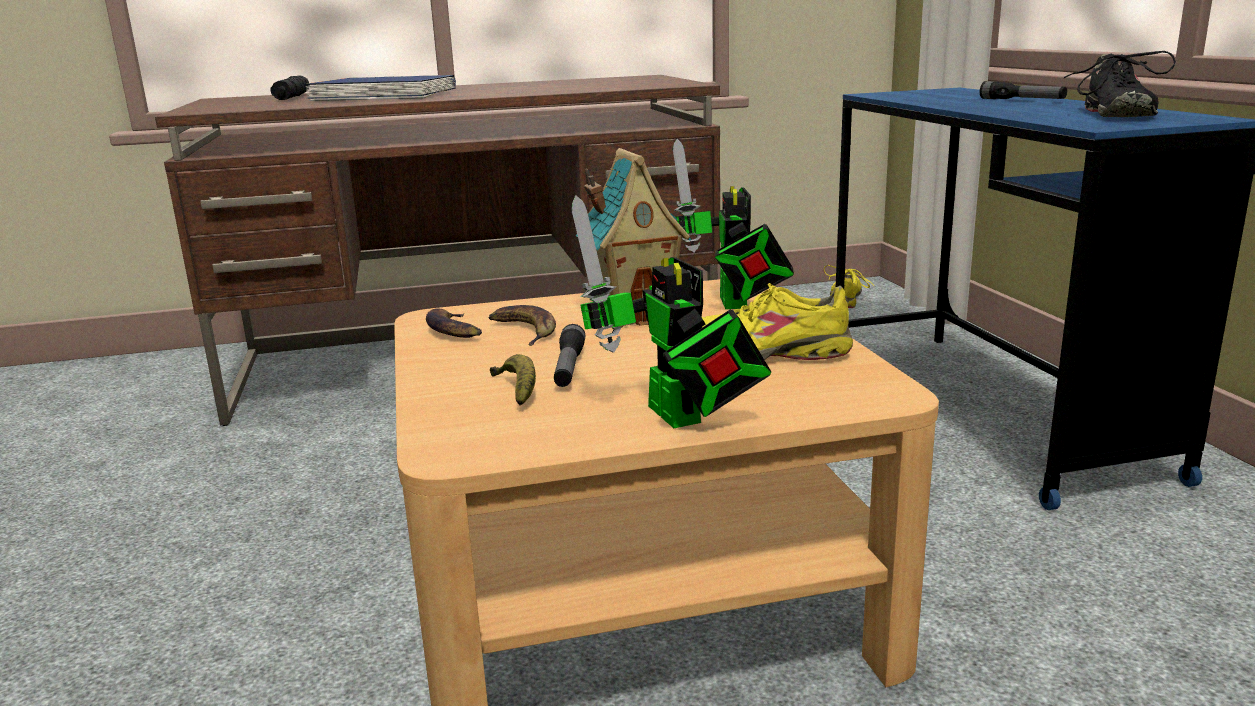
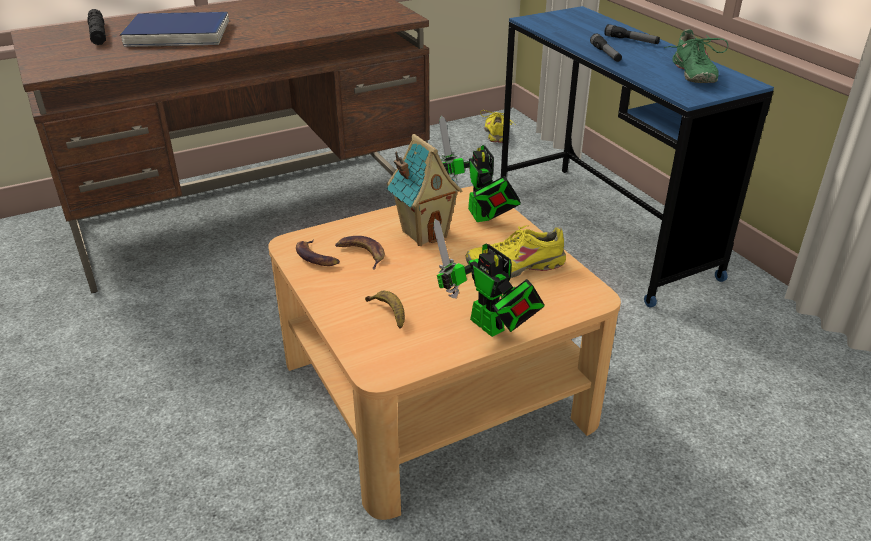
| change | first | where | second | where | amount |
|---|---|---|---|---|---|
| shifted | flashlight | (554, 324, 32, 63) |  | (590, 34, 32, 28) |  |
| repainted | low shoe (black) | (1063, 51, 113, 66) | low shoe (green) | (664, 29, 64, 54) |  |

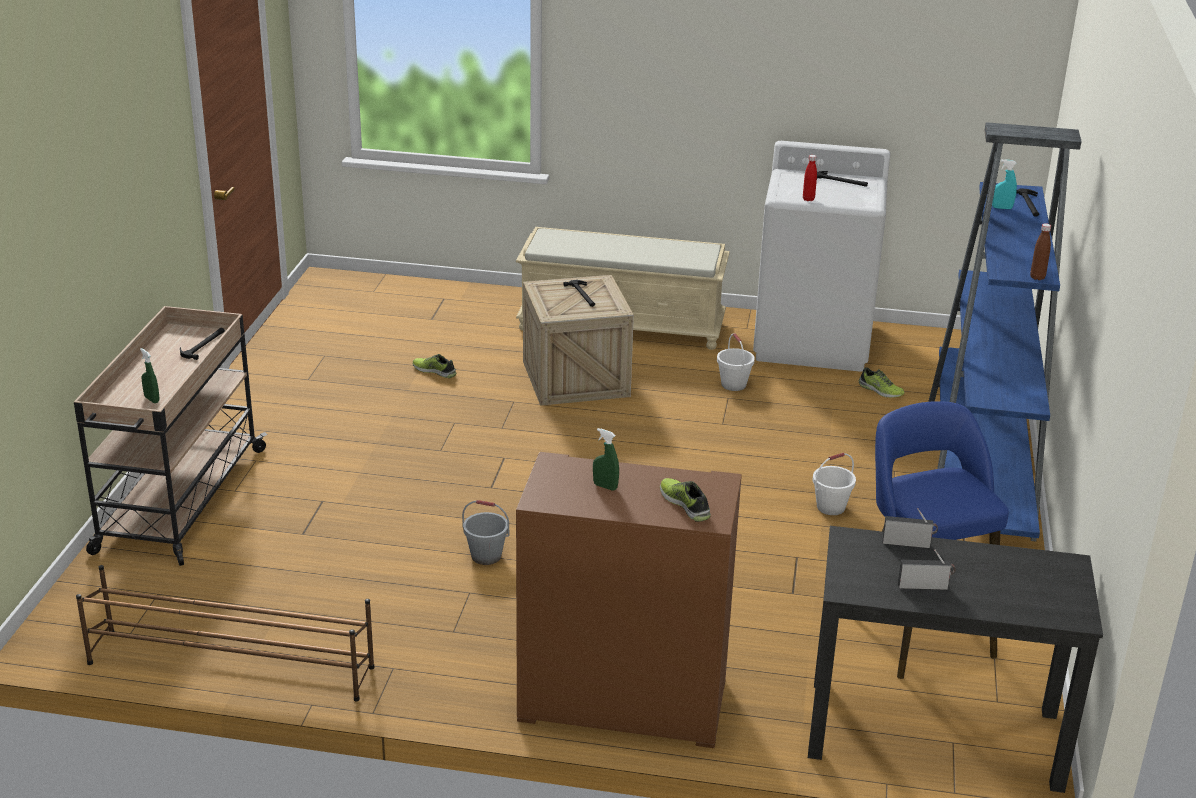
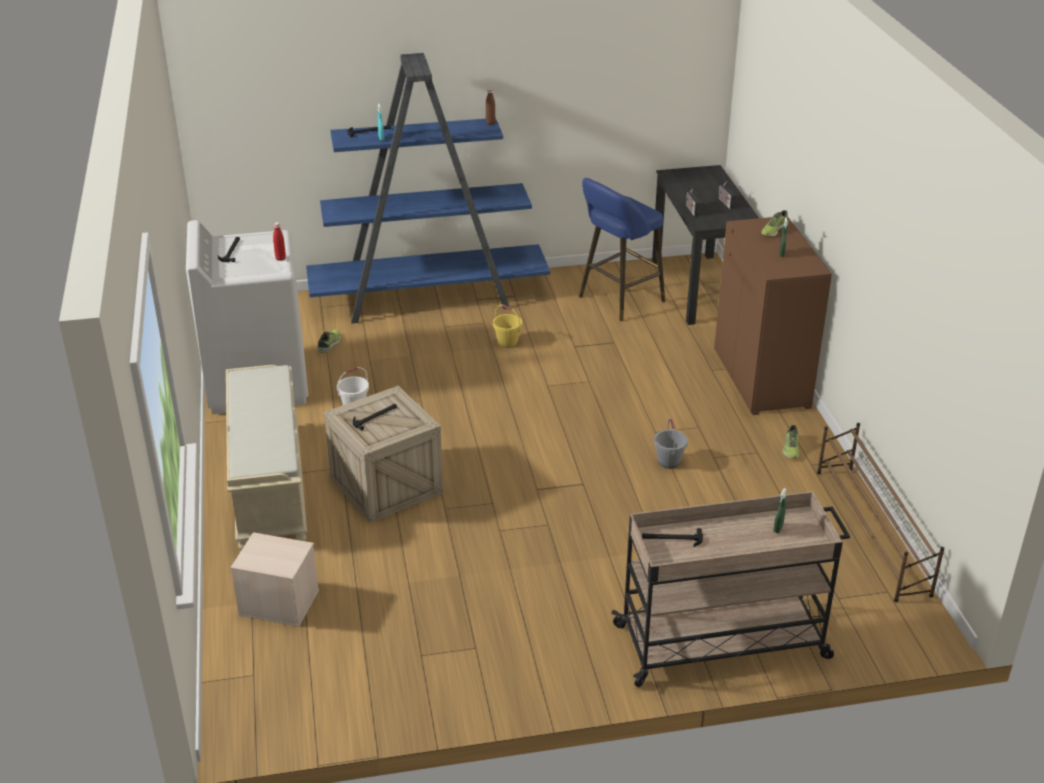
| change | first | where | second | where | amount |
|---|---|---|---|---|---|
| new |  |  | storage box (sand-coloured) | (230, 532, 89, 95) |  |
| repainted | bucket (white) | (813, 453, 43, 62) | bucket (yellow-coloured) | (493, 304, 29, 44) |  |
| shifted | low shoe | (413, 354, 43, 24) |  | (782, 425, 17, 34) |  |

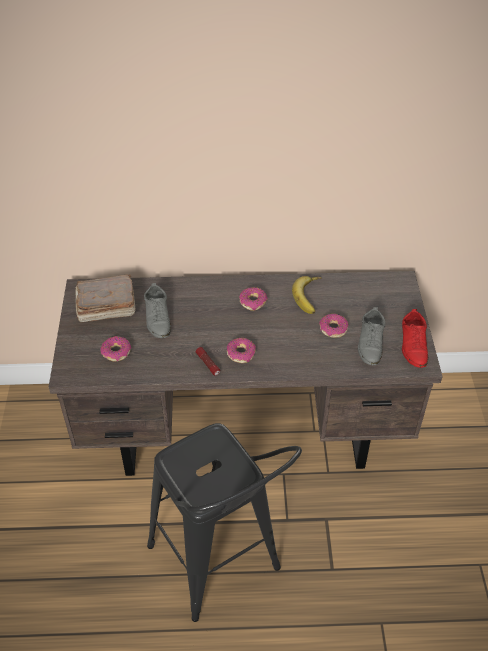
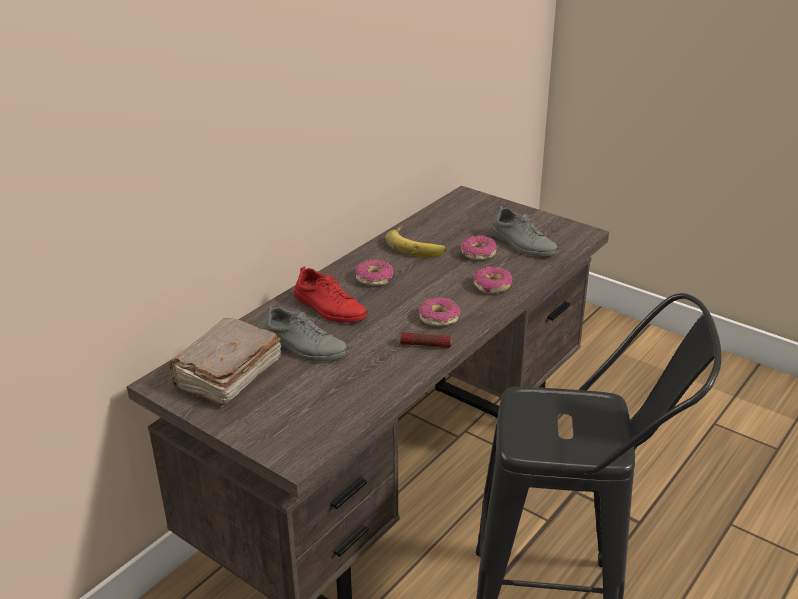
| change | first | where | second | where | amount |
|---|---|---|---|---|---|
| shifted | low shoe (red) | (402, 309, 26, 59) |  | (294, 266, 74, 57) |  |
| shifted | doughnut | (100, 336, 31, 25) |  | (473, 266, 39, 28) |  |

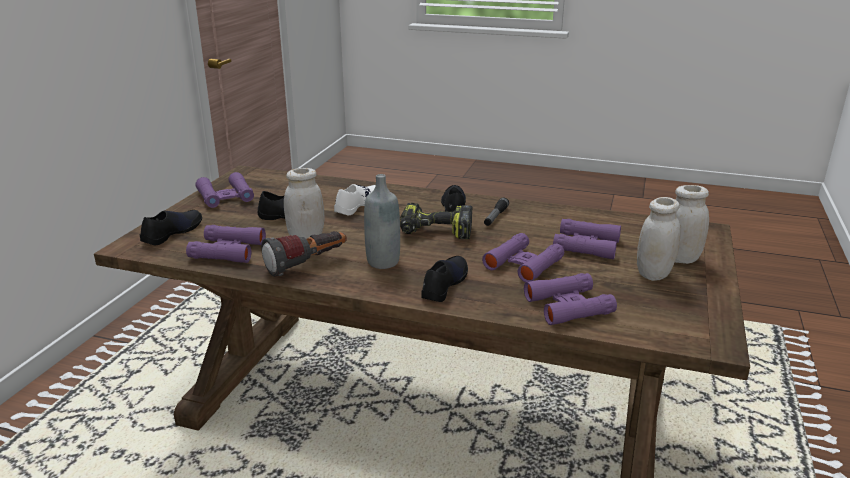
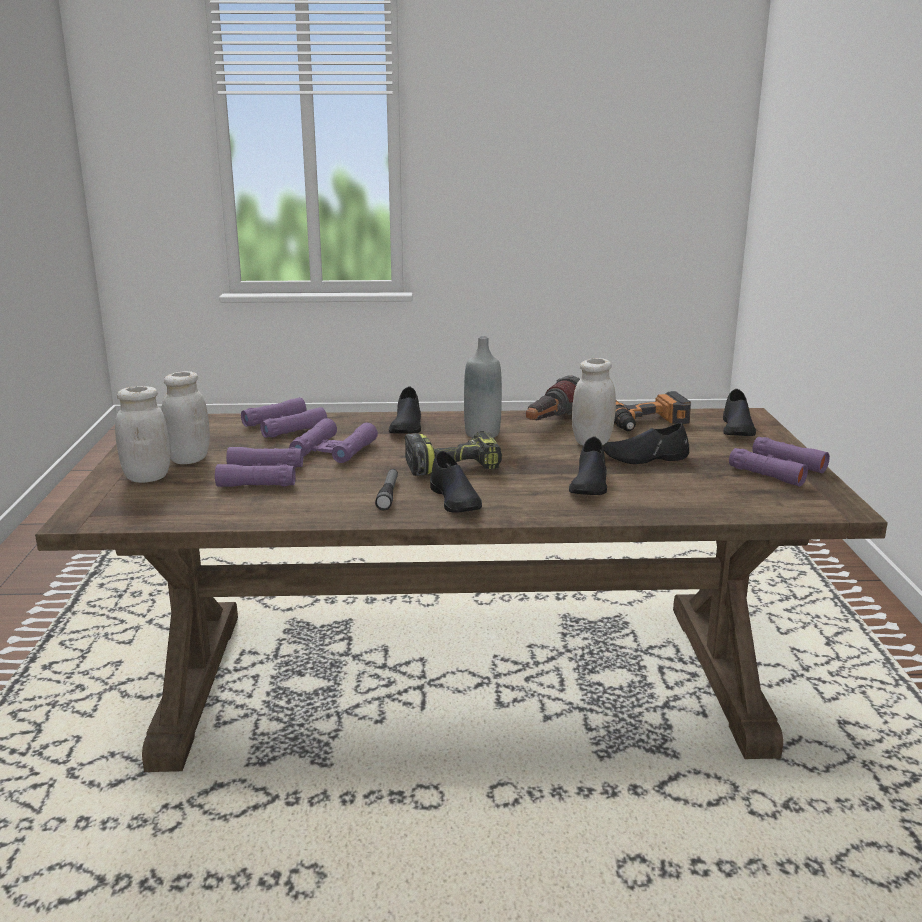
| change | first | where | second | where | amount |
|---|---|---|---|---|---|
| repainted | low shoe (white) | (334, 184, 42, 31) | low shoe (black) | (569, 436, 38, 59) |  |
| swapped | field glasses (purplish) | (186, 225, 80, 38) | power drill | (614, 391, 77, 40) |  |

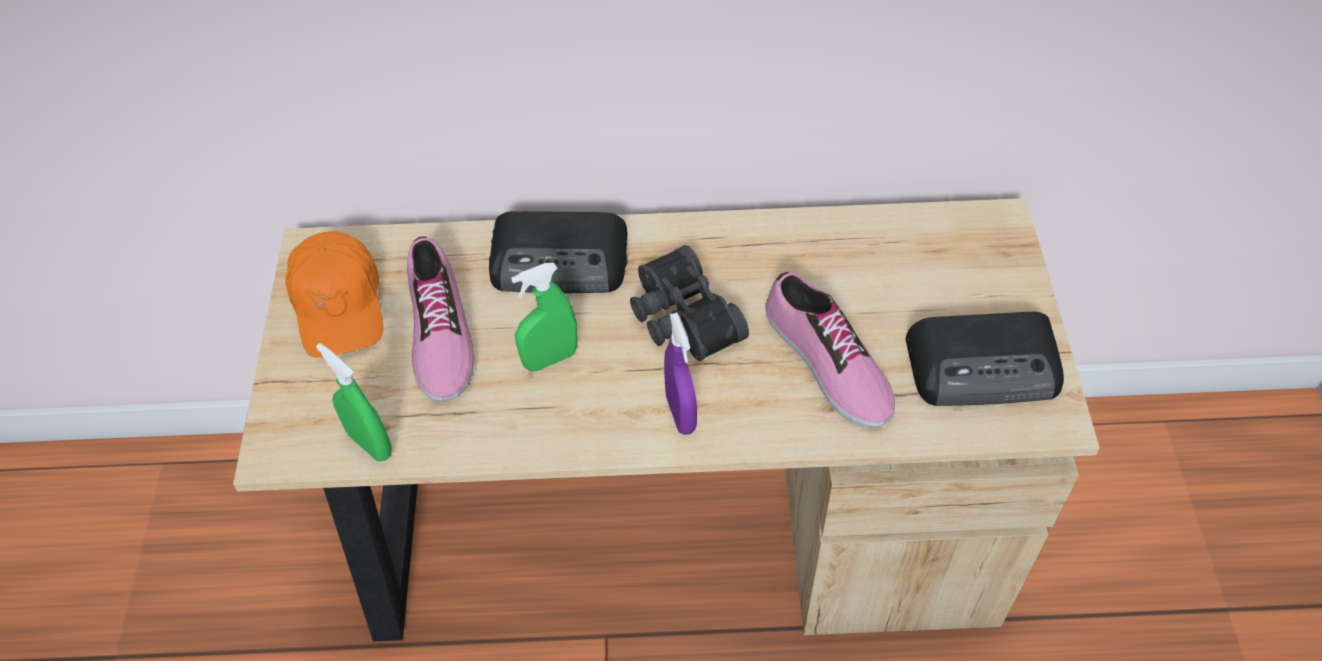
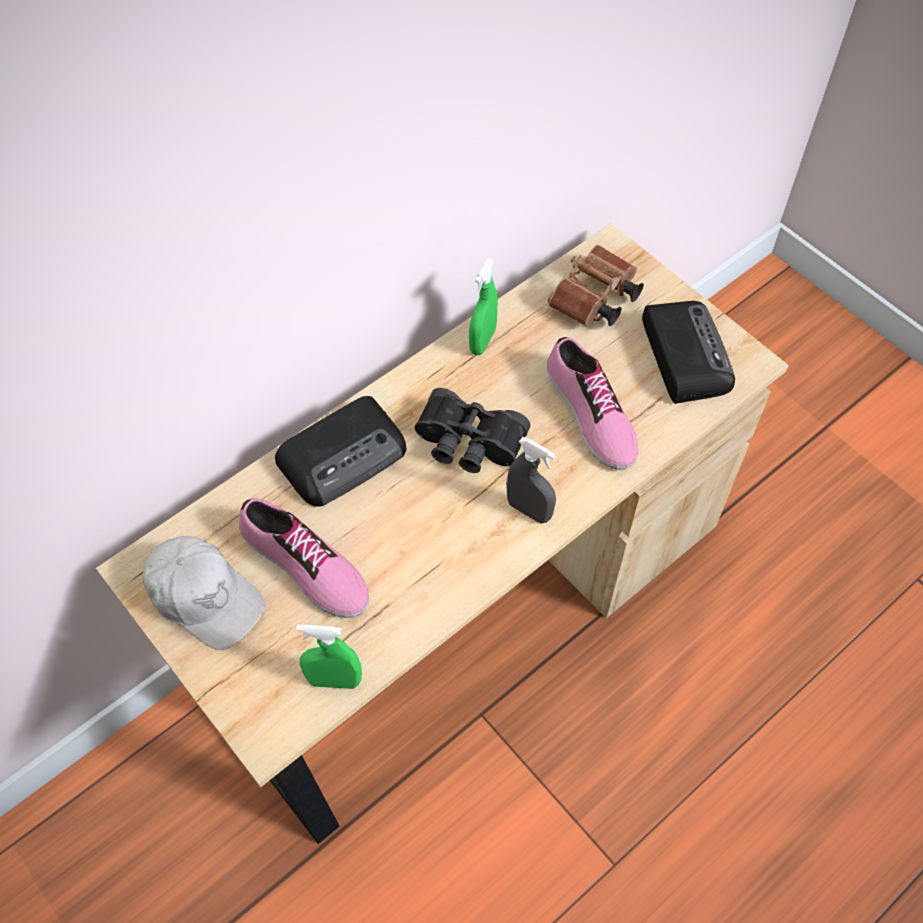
| change | first | where | second | where | amount |
|---|---|---|---|---|---|
| repainted | baseball cap (orangey) | (285, 231, 98, 127) | baseball cap (white) | (142, 536, 124, 114) |  |
| shifted | spray bottle (green) | (511, 263, 67, 108) |  | (469, 258, 29, 97) |  |
| repainted | spray bottle (purplish) | (664, 312, 33, 123) | spray bottle (grey) | (506, 437, 50, 87) |  |
| rotated | low shoe | (765, 272, 130, 156) |  | (547, 337, 92, 133) | 45 degrees clockwise |
| new |  |  | field glasses (brown-coloured) | (548, 245, 96, 82) |  |
| rotated | radio | (906, 312, 158, 94) |  | (642, 301, 93, 103) | 60 degrees counterclockwise |

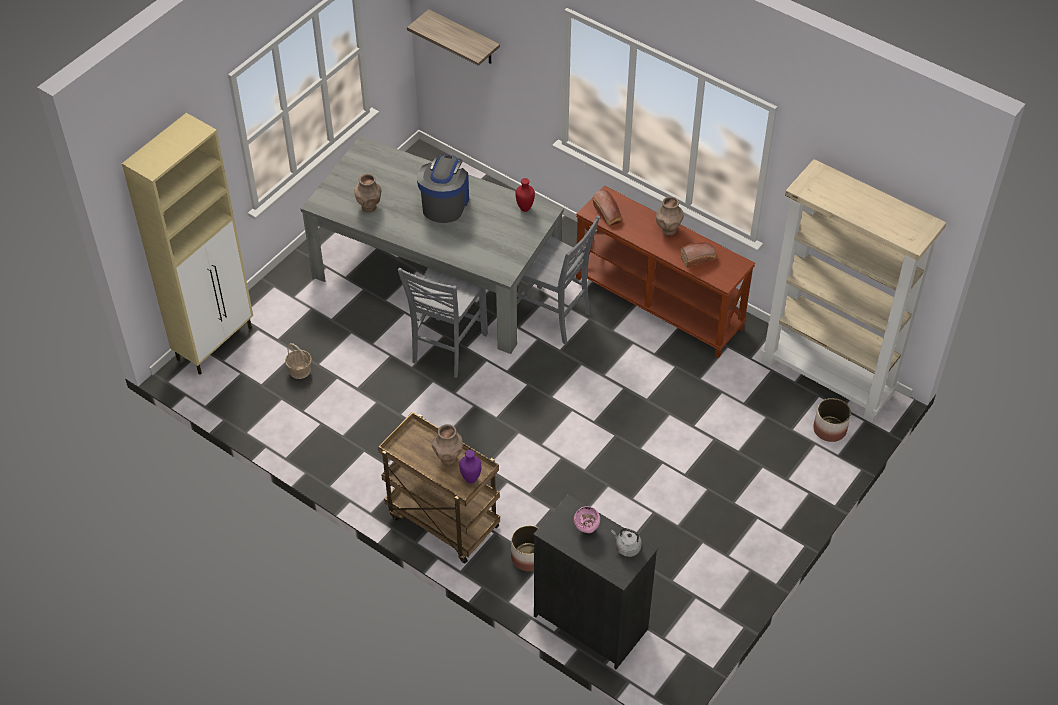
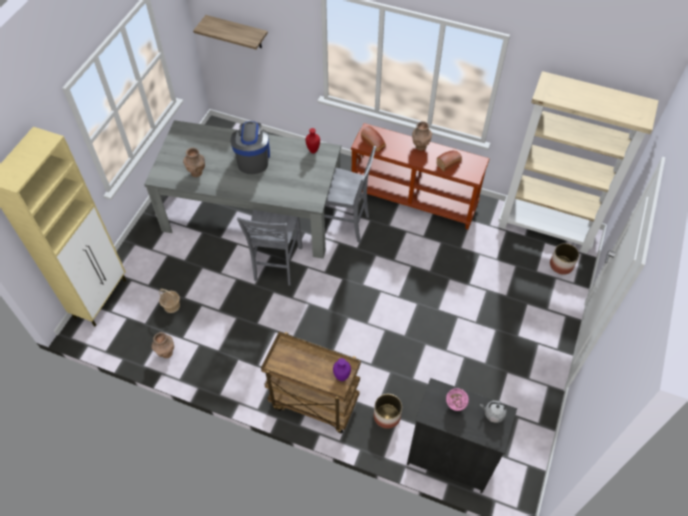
| change | first | where | second | where | amount |
|---|---|---|---|---|---|
| shifted | vase (brown-coloured) | (432, 424, 31, 41) |  | (151, 332, 23, 26) |  |

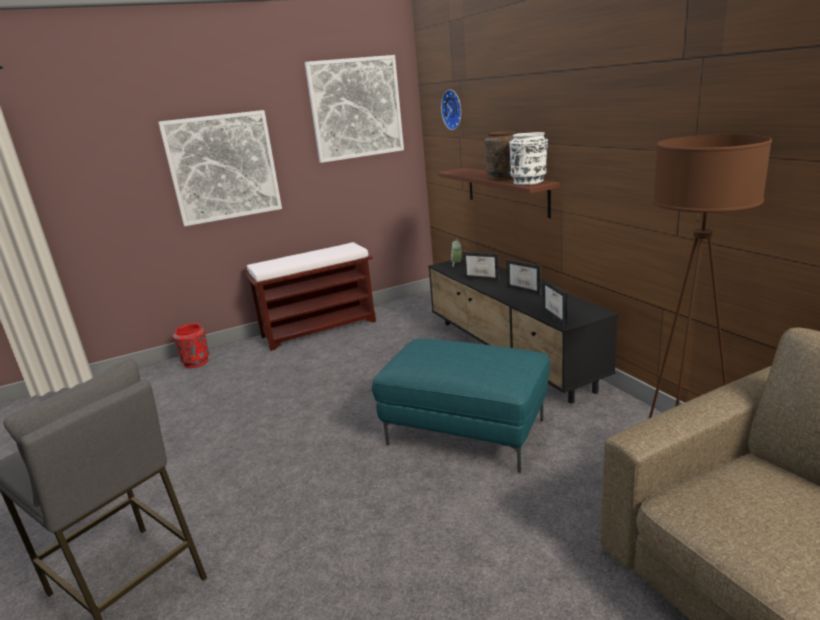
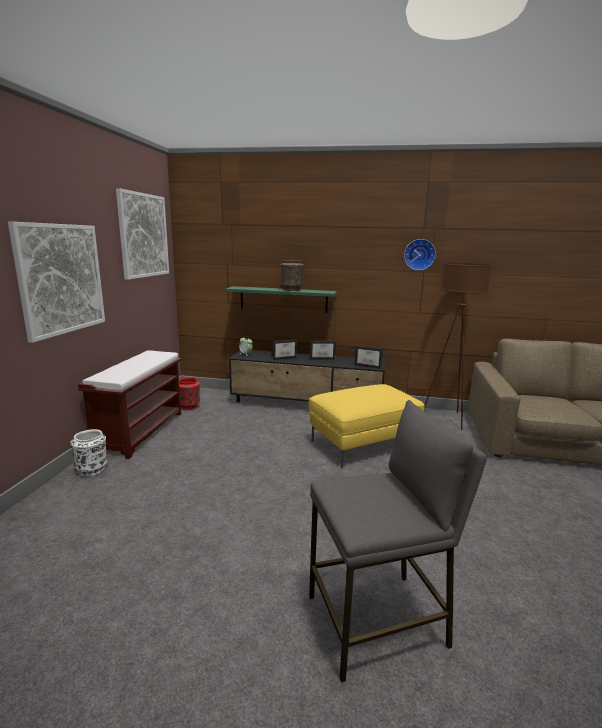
| change | first | where | second | where | amount |
|---|---|---|---|---|---|
| shifted | vase (white) | (509, 132, 39, 53) |  | (70, 429, 37, 48) |  |
| shifted | vase (red) | (173, 323, 36, 45) |  | (179, 377, 21, 33) |  |
| repainted | shelf (brown-coloured) | (438, 168, 122, 50) | shelf (green) | (225, 286, 112, 27) |  |
| repainted | ottoman (blue-green) | (372, 339, 178, 134) | ottoman (yellow-coloured) | (309, 384, 116, 84) |  |
| shifted | hanging clock | (441, 90, 20, 40) |  | (404, 239, 32, 32) |  |

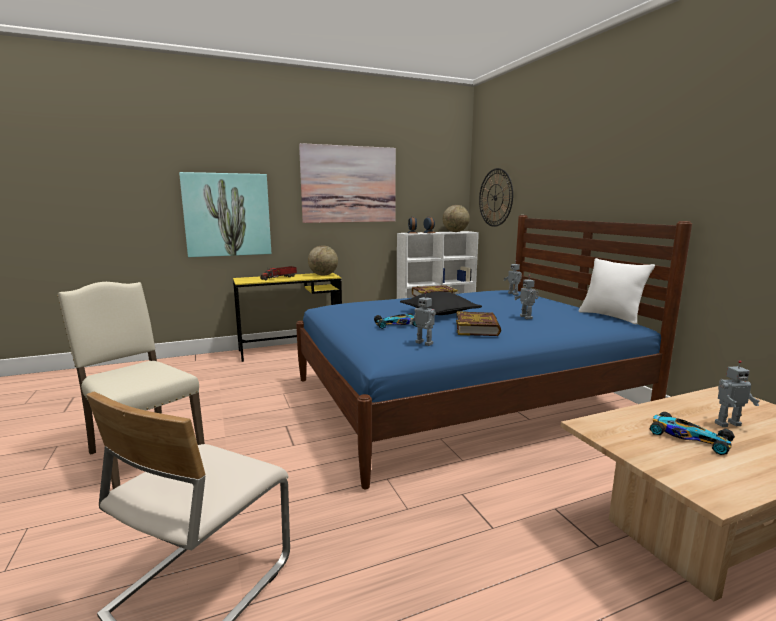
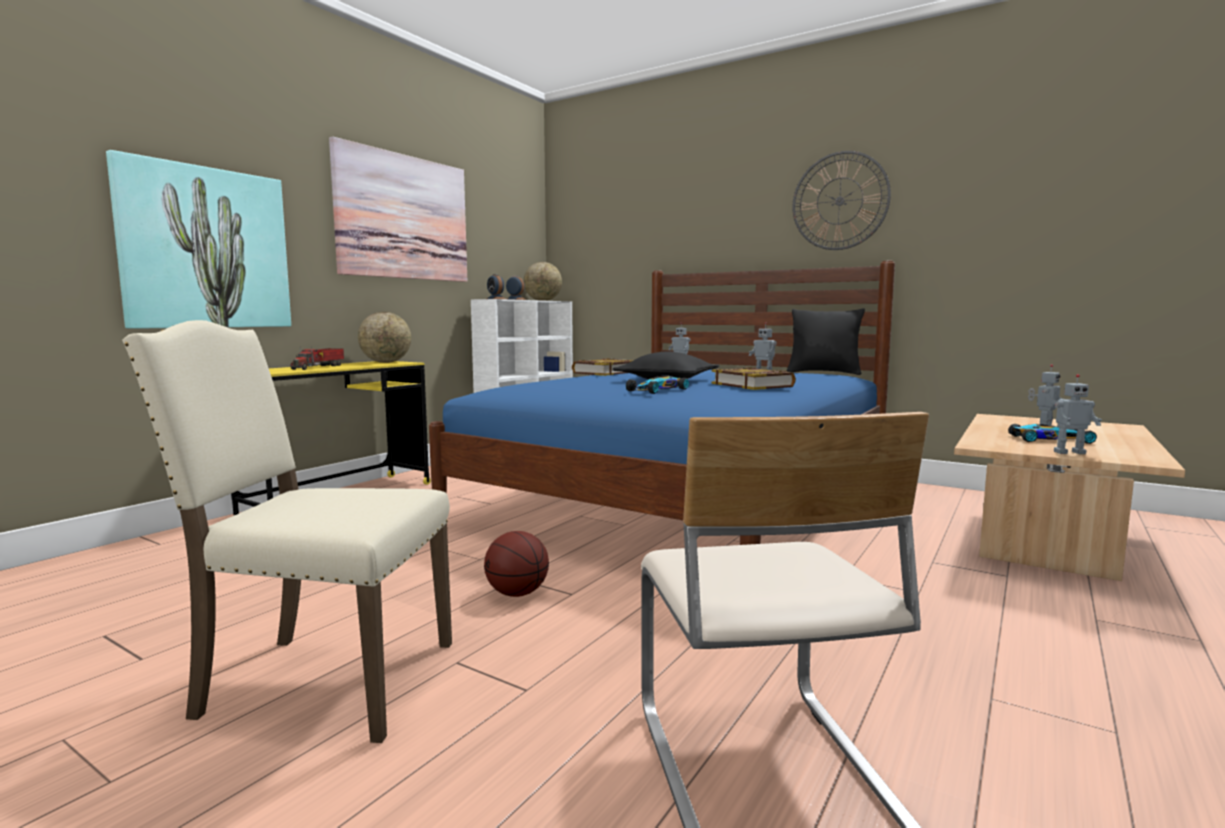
| change | first | where | second | where | amount |
|---|---|---|---|---|---|
| new |  |  | ball for basketball | (484, 531, 65, 66) |  |
| repainted | cushion (white) | (579, 258, 76, 66) | cushion (black) | (787, 309, 78, 66) |  |
| shifted | hanging clock | (479, 168, 34, 59) |  | (793, 151, 98, 99) |  |
| shifted | model robot | (409, 292, 27, 54) |  | (1054, 374, 48, 80) |  |

